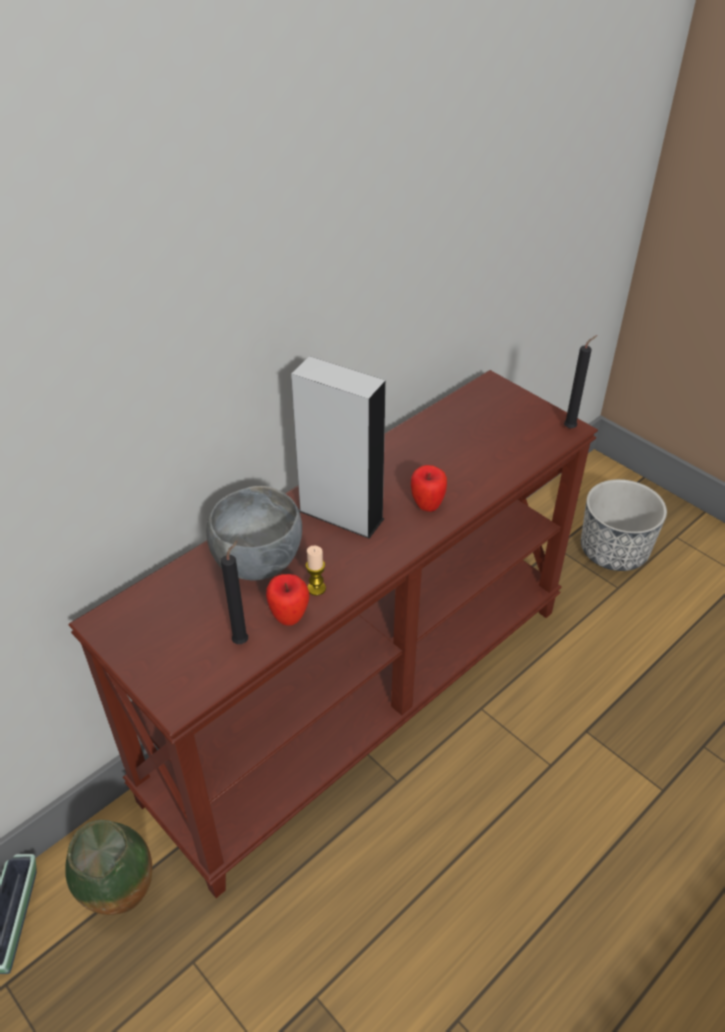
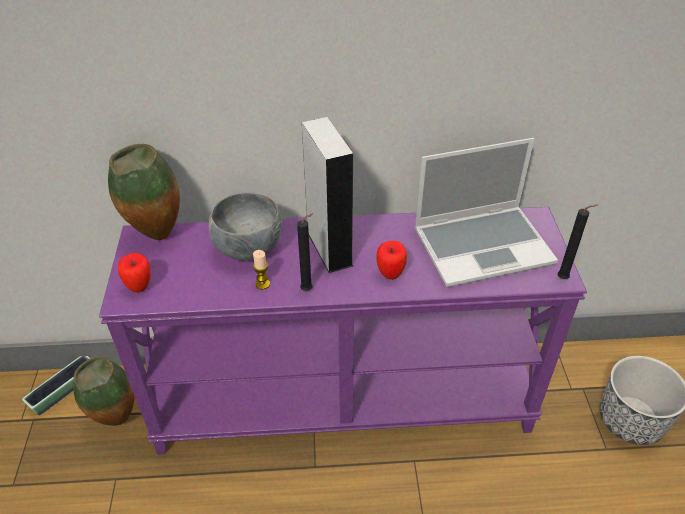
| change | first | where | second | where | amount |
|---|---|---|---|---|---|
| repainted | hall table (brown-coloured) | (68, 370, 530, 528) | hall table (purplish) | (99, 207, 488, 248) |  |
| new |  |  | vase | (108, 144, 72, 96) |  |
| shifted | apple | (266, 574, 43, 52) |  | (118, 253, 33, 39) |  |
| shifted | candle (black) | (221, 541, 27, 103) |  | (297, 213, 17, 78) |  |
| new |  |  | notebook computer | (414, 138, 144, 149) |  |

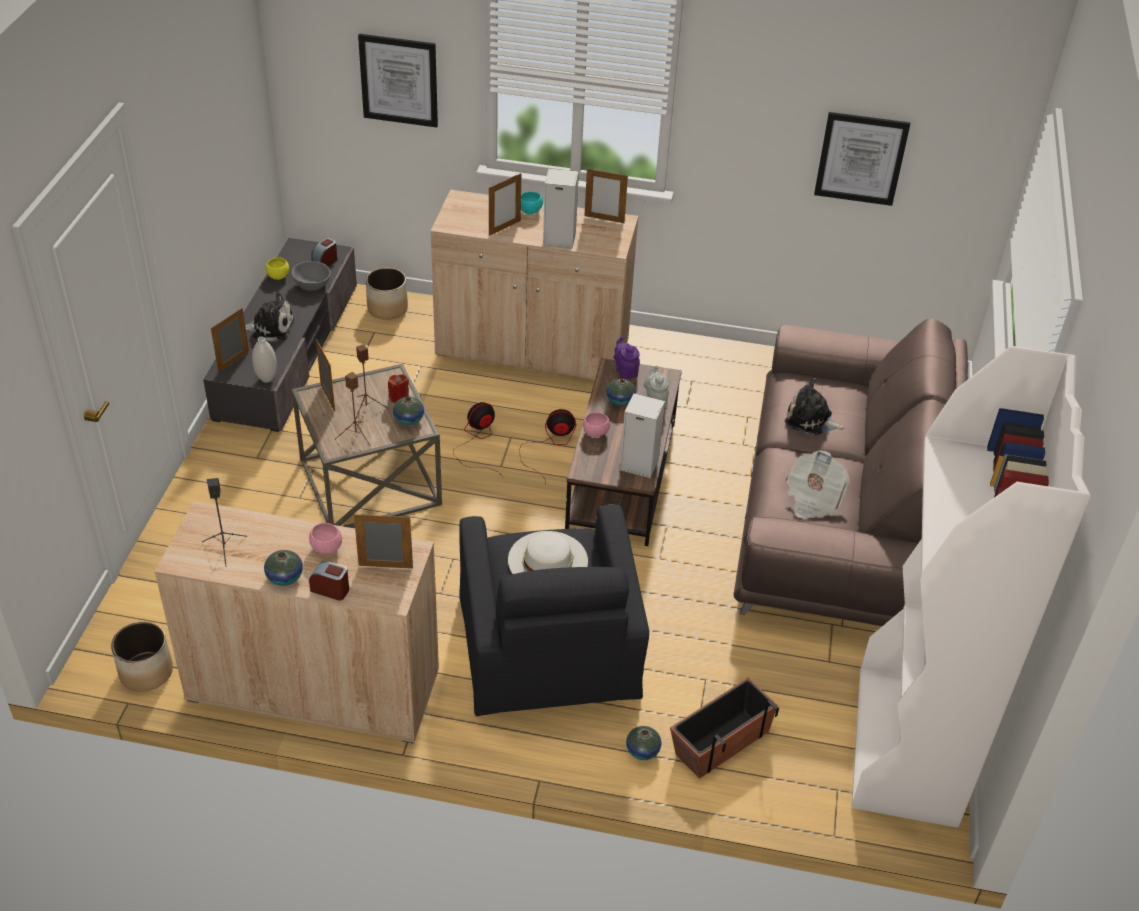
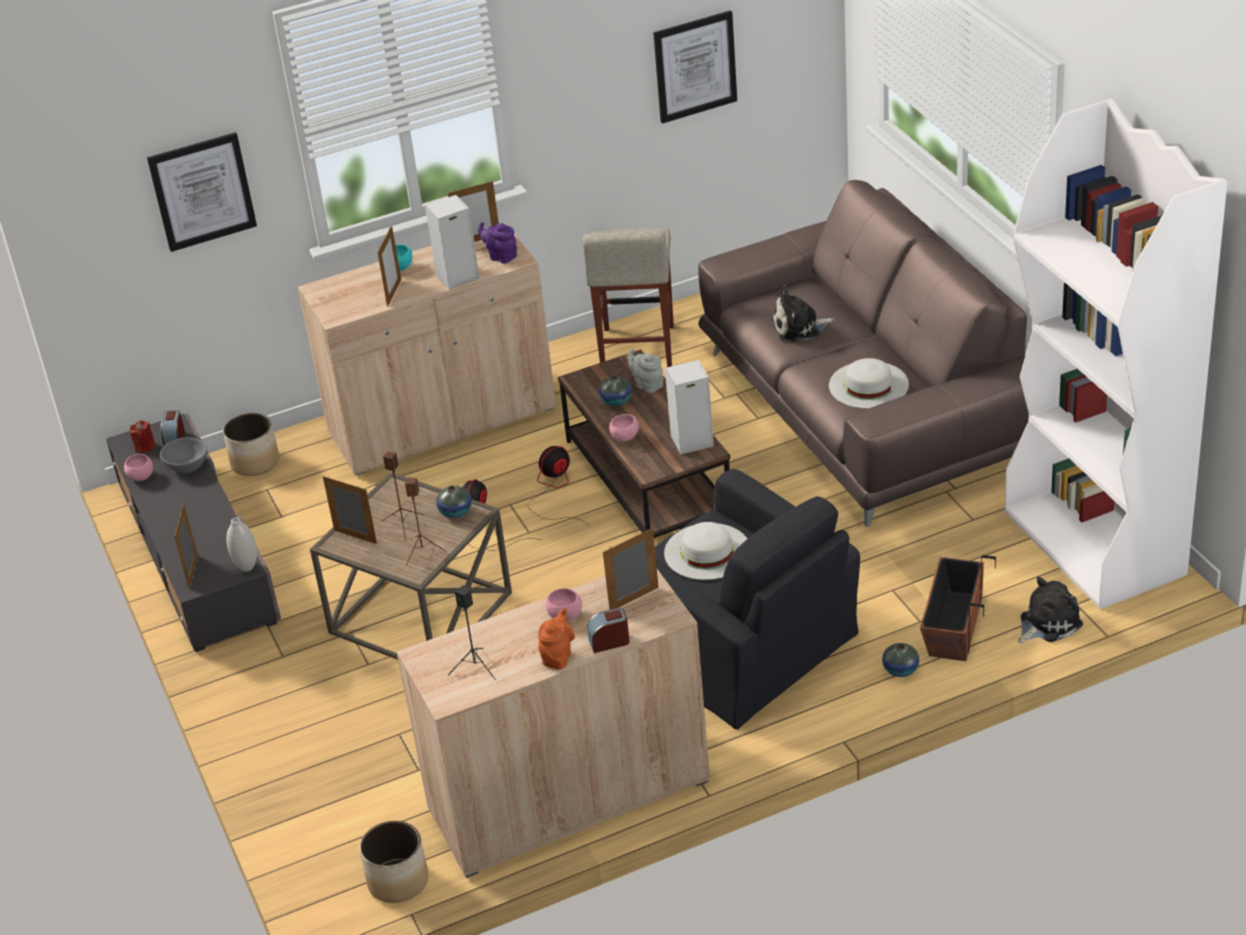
| change | first | where | second | where | amount |
|---|---|---|---|---|---|
| repainted | serving bowl (yellow-coloured) | (265, 257, 24, 23) | serving bowl (pinkish) | (124, 454, 29, 27) |  |
| shifted | candle (red) | (388, 374, 21, 29) |  | (130, 420, 25, 33) |  |
| shifted | pot for tea (purplish) | (614, 336, 26, 43) |  | (478, 222, 39, 42) |  |
| swapped | vase | (264, 550, 39, 36) | pot for tea (orangey) | (538, 608, 37, 62) |  |
| new |  |  | stool (sand-coloured) | (582, 228, 92, 139) |  |
| swapped | newspaper | (786, 450, 64, 69) | clothing hat (white) | (829, 358, 80, 51) |  |
| shifted | soft toy | (245, 292, 49, 50) |  | (1018, 577, 65, 66) |  |

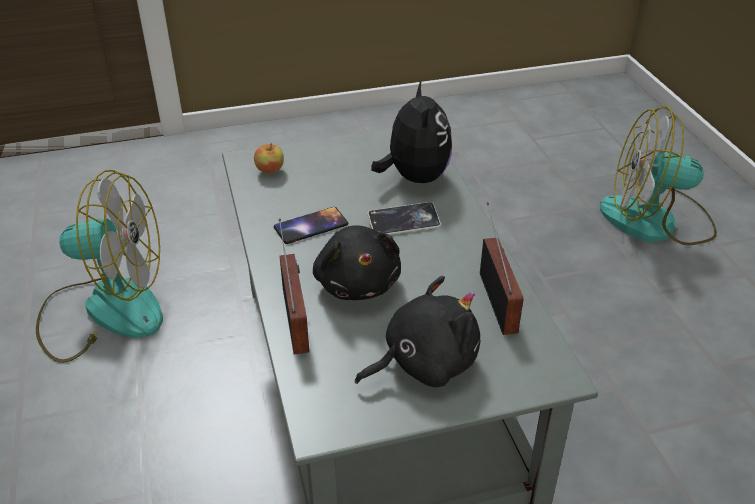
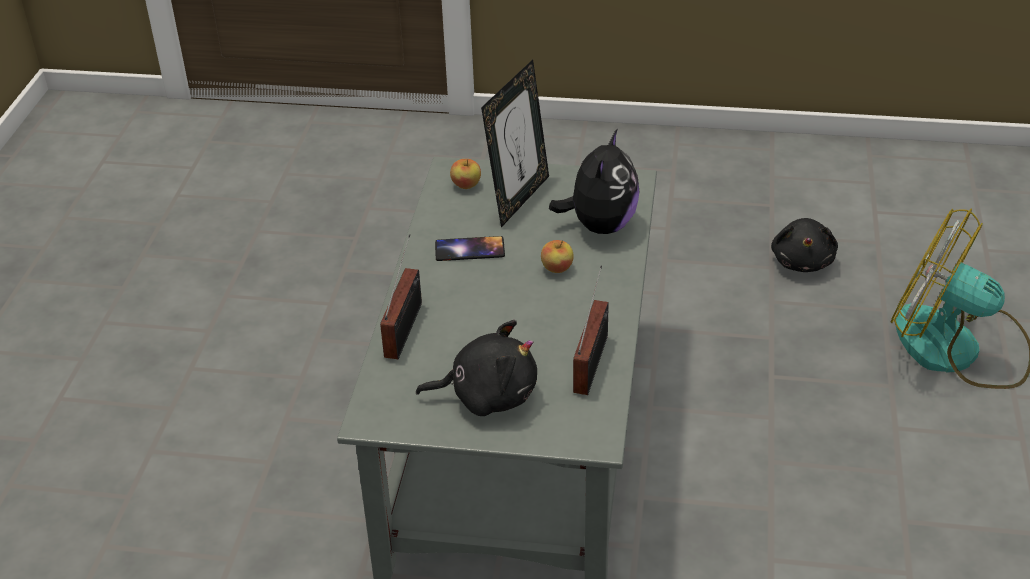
| change | first | where | second | where | amount |
|---|---|---|---|---|---|
| new |  |  | picture frame | (481, 60, 68, 168) |  |
| swapped | handset | (368, 202, 73, 33) | apple | (541, 240, 33, 33) |  |
| shifted | soft toy (black) | (313, 225, 88, 75) |  | (771, 218, 67, 54) |  |
| gone | cooling fan | (36, 170, 127, 193) |  |  |  |

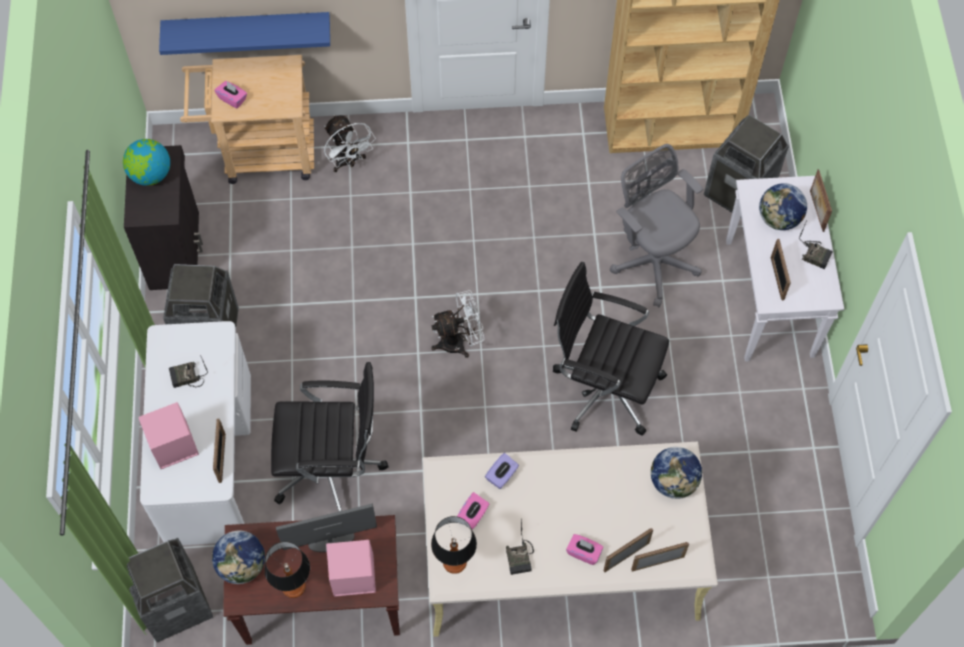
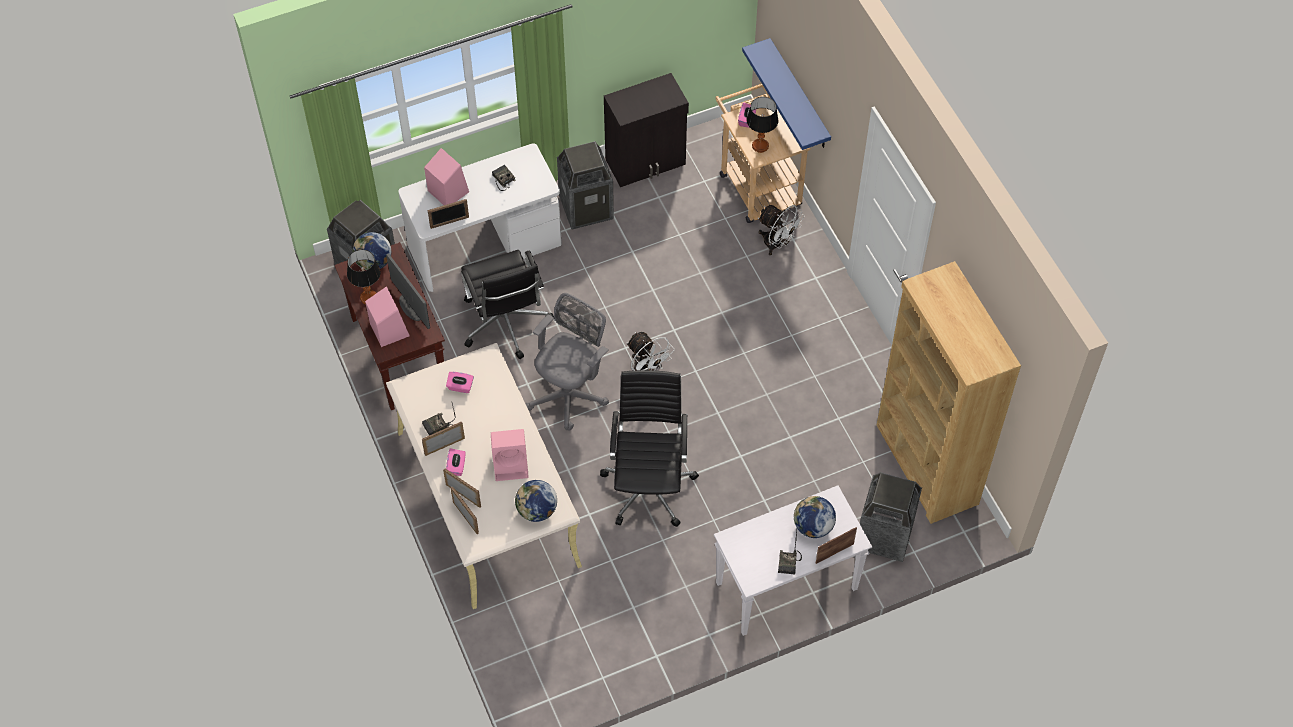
| change | first | where | second | where | amount |
|---|---|---|---|---|---|
| shifted | picture frame | (771, 239, 20, 62) |  | (422, 422, 43, 34) |  |
| new |  |  | speaker (pinkish) | (491, 429, 38, 52) |  |
| shifted | office chair (grey) | (610, 144, 93, 164) |  | (525, 293, 84, 138) |  |
| shifted | tabletop lamp | (431, 516, 46, 58) |  | (746, 97, 32, 56) |  |
| rotated | cooling fan (white) | (324, 115, 52, 57) |  | (758, 205, 47, 51) | 90 degrees counterclockwise |
| gone | globe | (123, 139, 47, 47) |  |  |  |
| gone | tissue box (purplish) | (485, 453, 34, 36) |  |  |  |

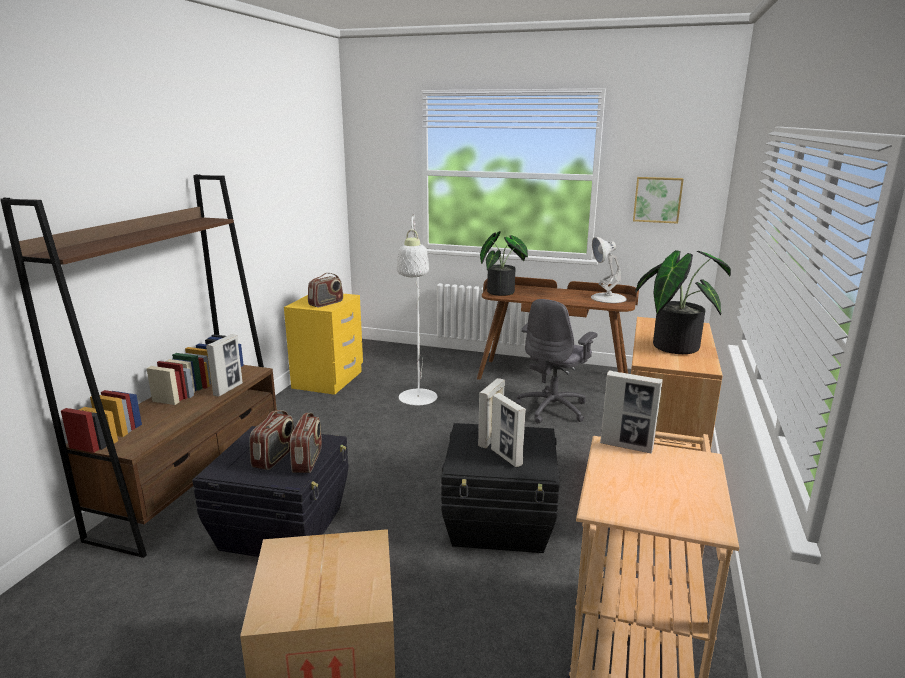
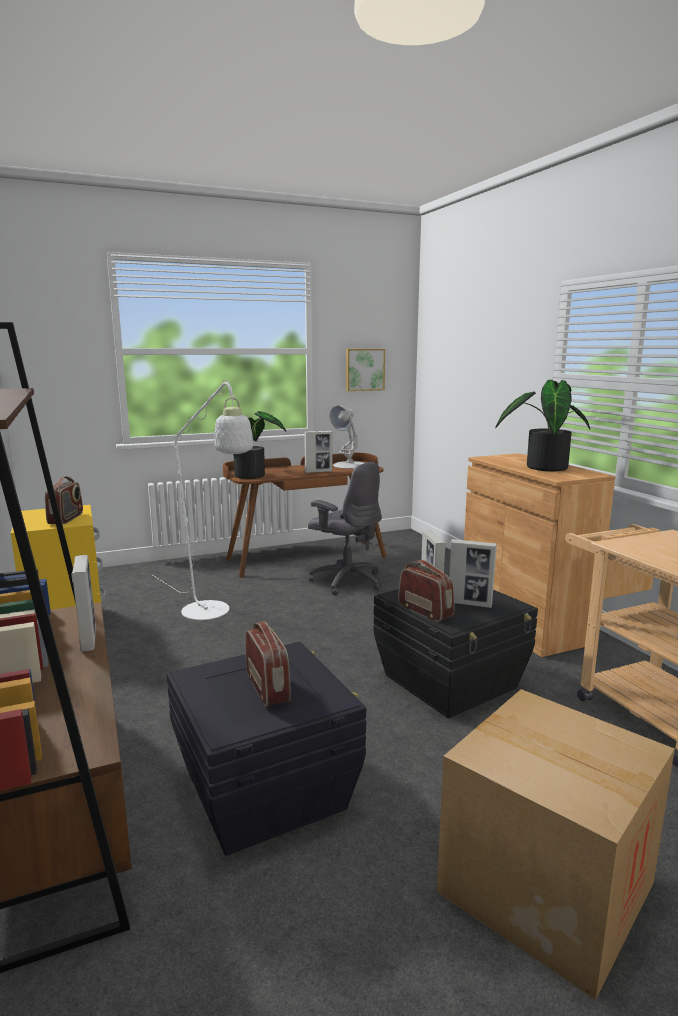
| change | first | where | second | where | amount |
|---|---|---|---|---|---|
| shifted | picture frame | (600, 370, 63, 84) |  | (304, 431, 29, 42) |  |
| rotated | office chair (grey) | (515, 299, 82, 124) |  | (308, 462, 74, 134) | 45 degrees counterclockwise |
| shifted | radio | (290, 413, 32, 60) |  | (398, 560, 56, 62) |  |

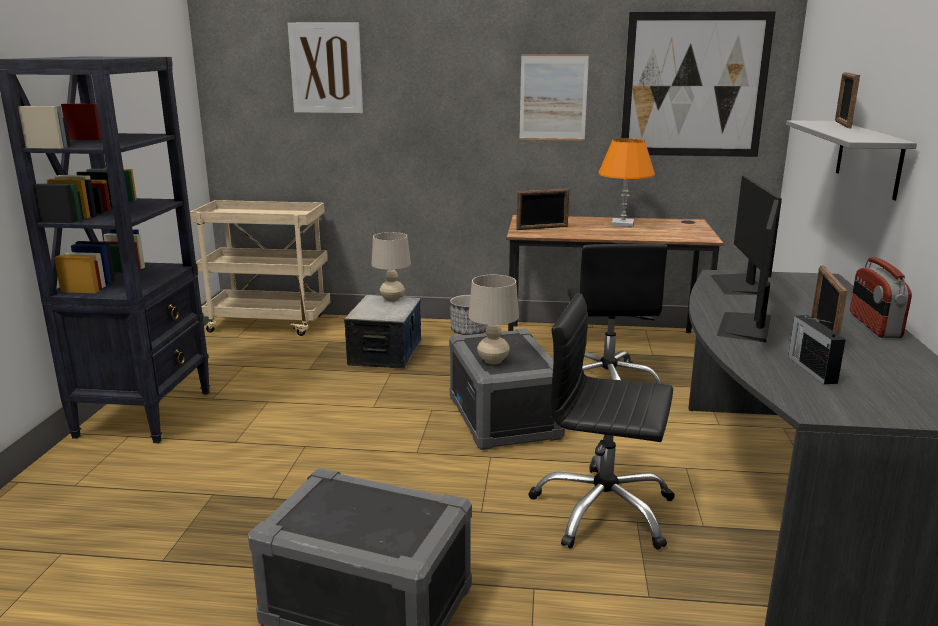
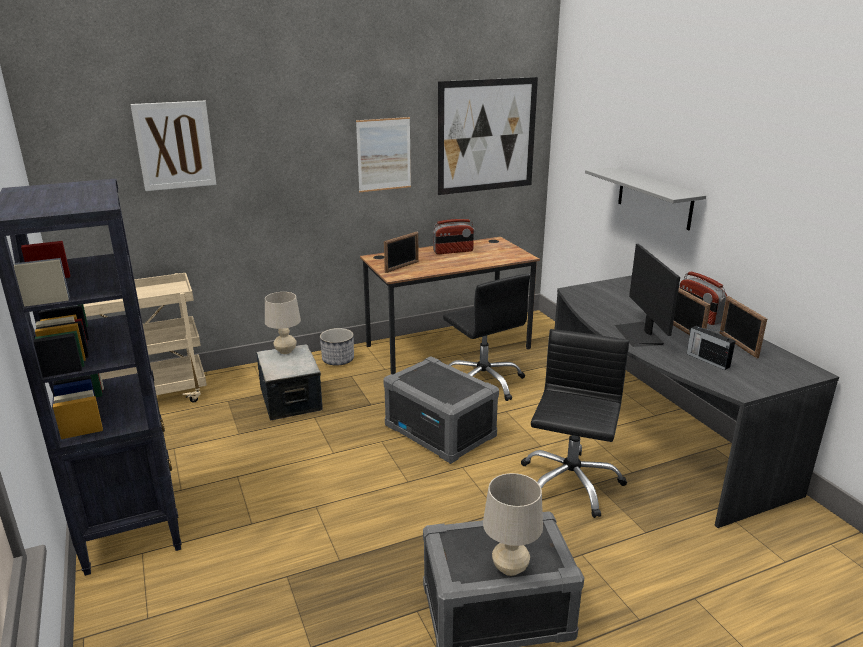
| change | first | where | second | where | amount |
|---|---|---|---|---|---|
| swapped | tabletop lamp (orangey) | (598, 139, 57, 88) | radio | (432, 219, 43, 35) |  |
| shifted | tabletop lamp (sand-coloured) | (468, 275, 51, 89) |  | (483, 473, 60, 103) |  |
| rotated | office chair (black) | (529, 293, 146, 257) |  | (521, 329, 108, 189) | 120 degrees clockwise |
| shifted | picture frame | (835, 72, 25, 56) |  | (720, 296, 47, 62) |  |
| gone | computer screen | (710, 176, 72, 119) |  |  |  |

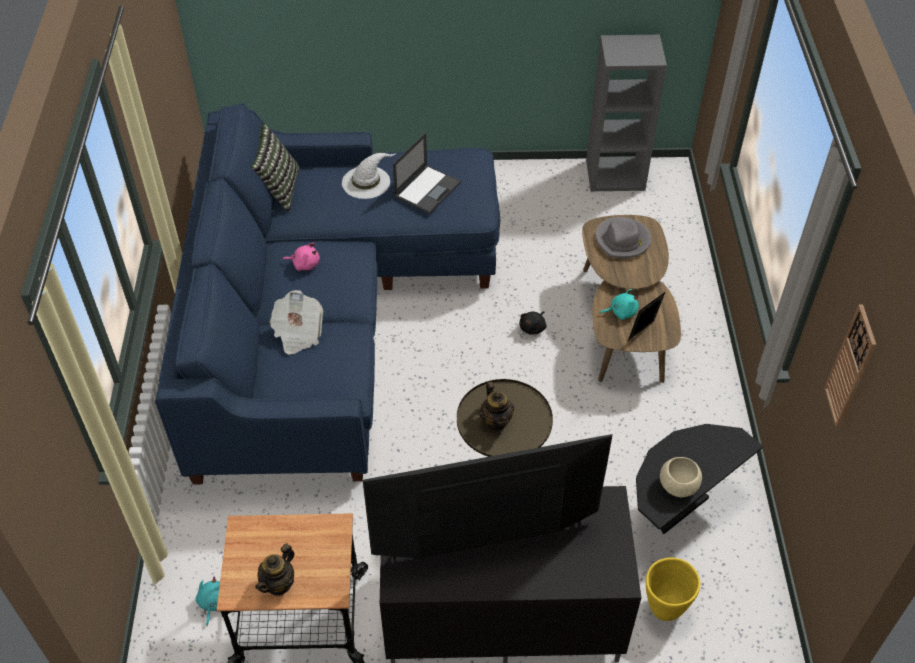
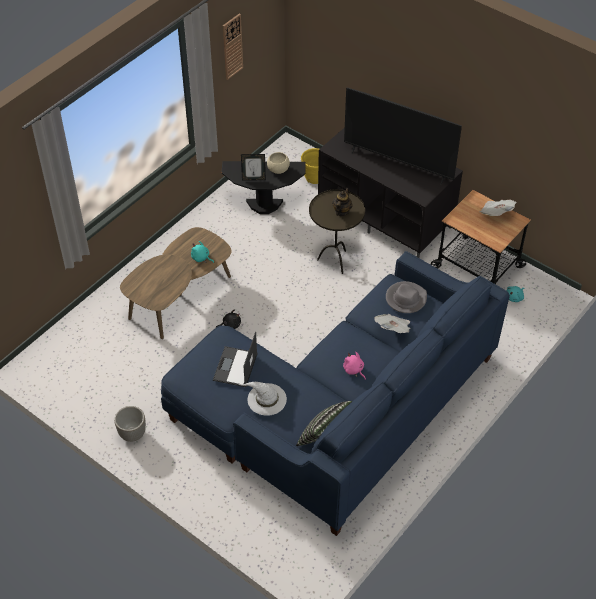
| change | first | where | second | where | amount |
|---|---|---|---|---|---|
| new |  |  | plant pot | (114, 406, 32, 36) |  |
| rotated | notebook computer | (393, 133, 68, 81) |  | (213, 332, 44, 55) | 60 degrees counterclockwise |
| shifted | picture frame | (628, 291, 38, 49) |  | (241, 154, 25, 27) |  |
| shifted | clothing hat (grey) | (596, 217, 55, 41) |  | (386, 281, 41, 32) |  |
| swapped | pot for tea | (255, 543, 40, 53) | newspaper | (479, 200, 38, 16) |  |
| gone | bookcase (grey) | (586, 35, 81, 156) |  |  |  |

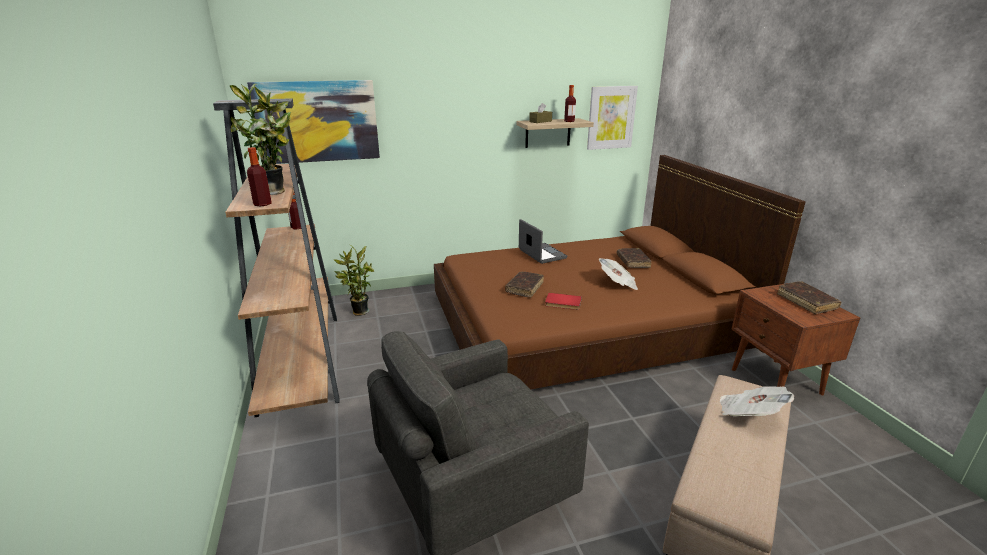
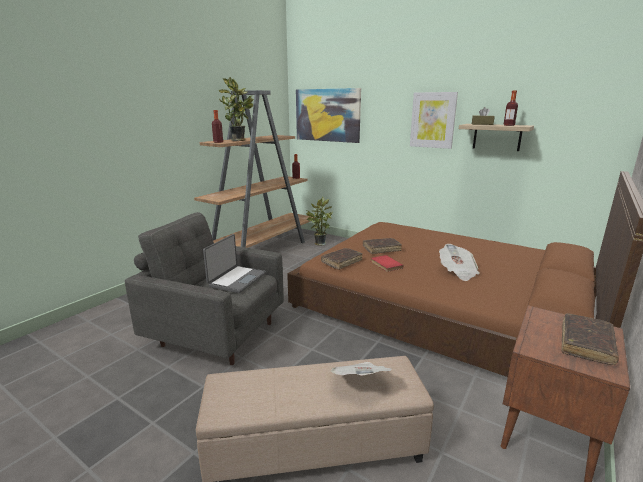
| change | first | where | second | where | amount |
|---|---|---|---|---|---|
| shifted | notebook computer | (519, 219, 48, 45) |  | (203, 234, 63, 59) |  |
| shifted | bound book (brown-coloured) | (617, 248, 34, 20) |  | (321, 248, 41, 22) |  |
| shifted | picture | (587, 86, 51, 64) |  | (410, 92, 48, 57) |  |

